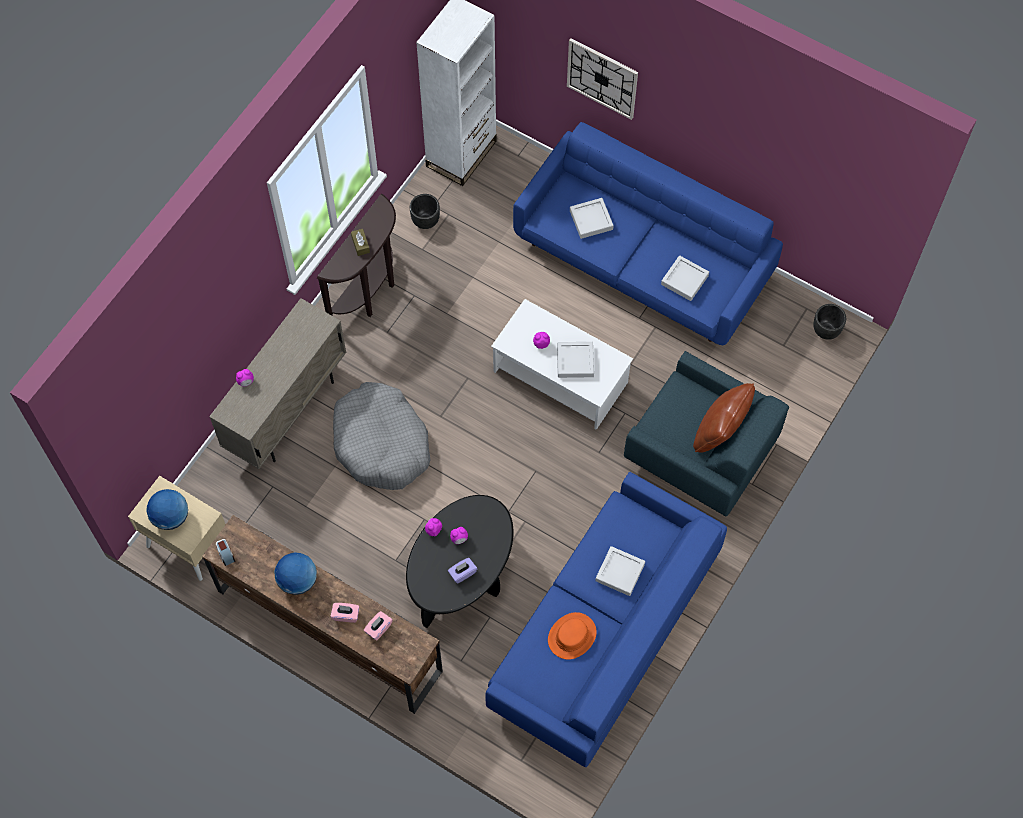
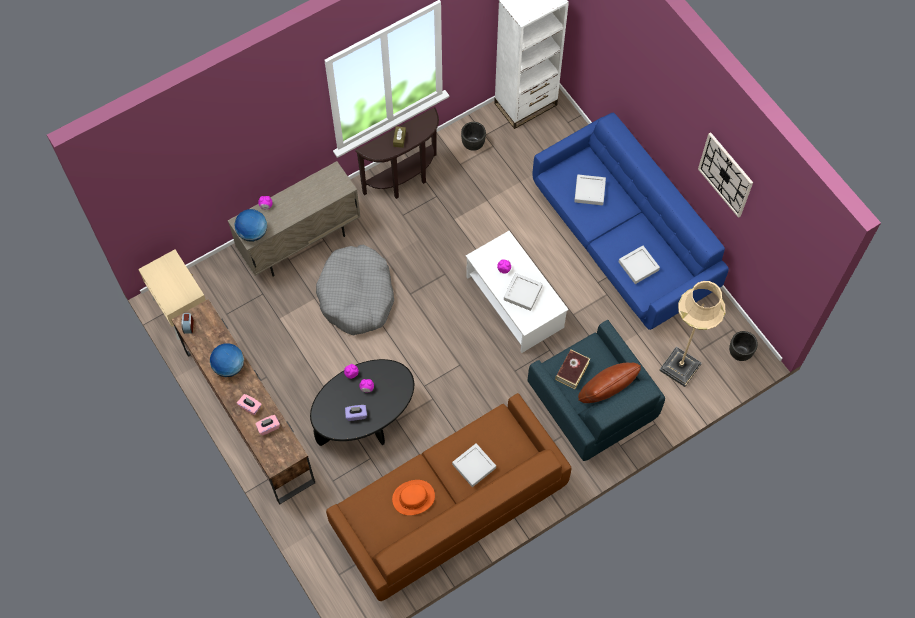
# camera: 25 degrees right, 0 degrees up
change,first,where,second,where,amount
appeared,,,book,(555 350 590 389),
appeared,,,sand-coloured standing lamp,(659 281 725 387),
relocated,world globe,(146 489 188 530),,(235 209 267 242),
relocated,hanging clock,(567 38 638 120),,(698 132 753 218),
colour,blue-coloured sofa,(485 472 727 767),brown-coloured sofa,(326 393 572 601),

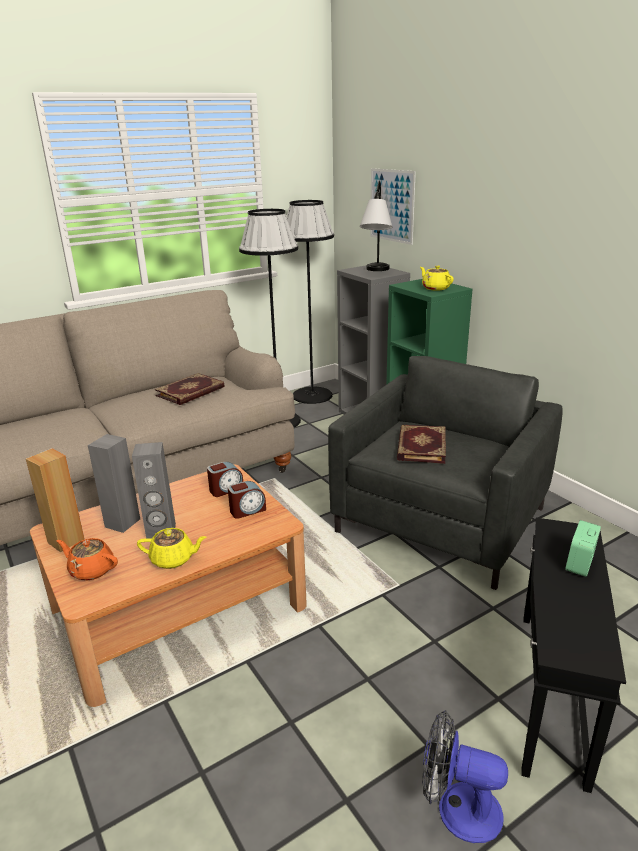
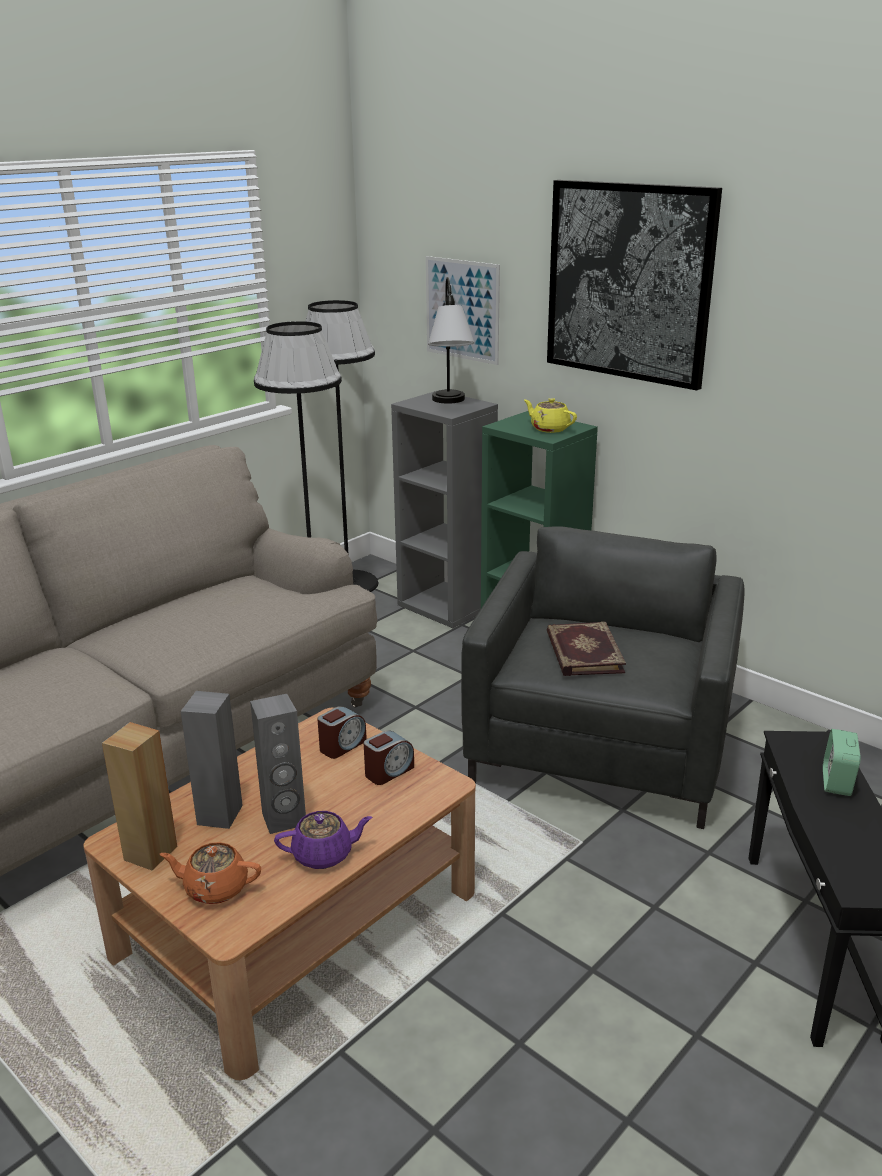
# camera: 15 degrees left, 0 degrees up
change,first,where,second,where,amount
missing,book,(155 373 225 405),,,
missing,electric fan,(422 710 508 843),,,
appeared,,,wall art,(547 180 722 391),
colour,yellow-coloured tea pot,(137 528 206 569),purple tea pot,(274 811 372 869),

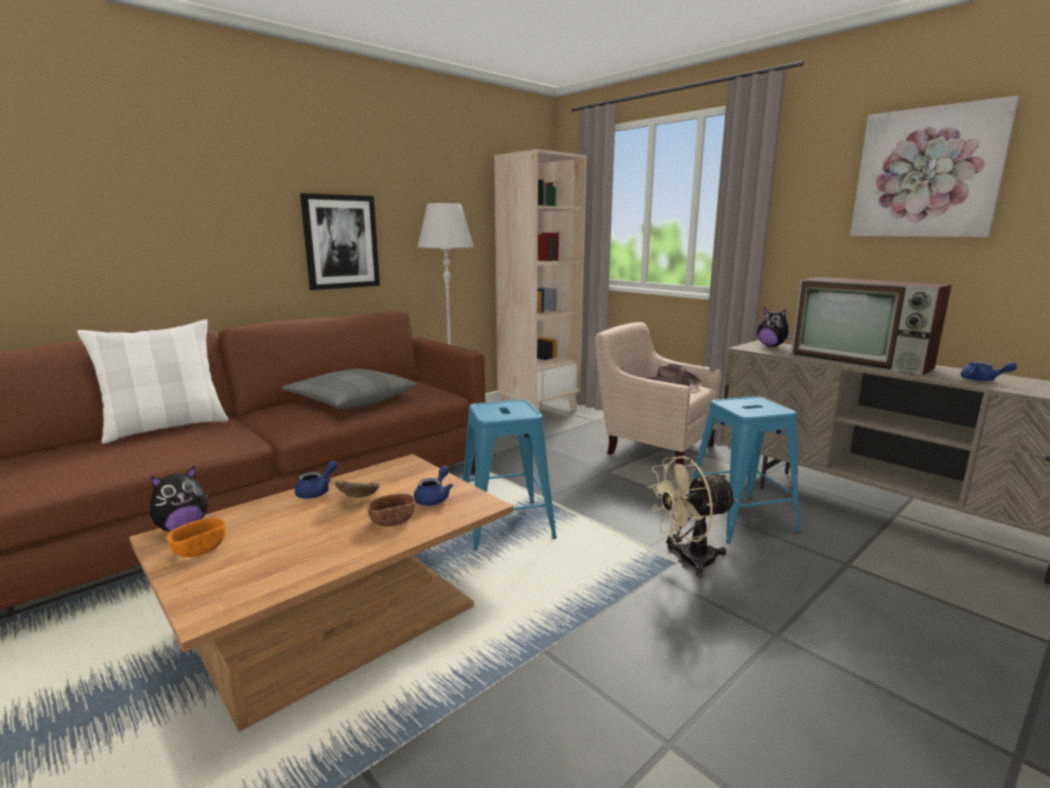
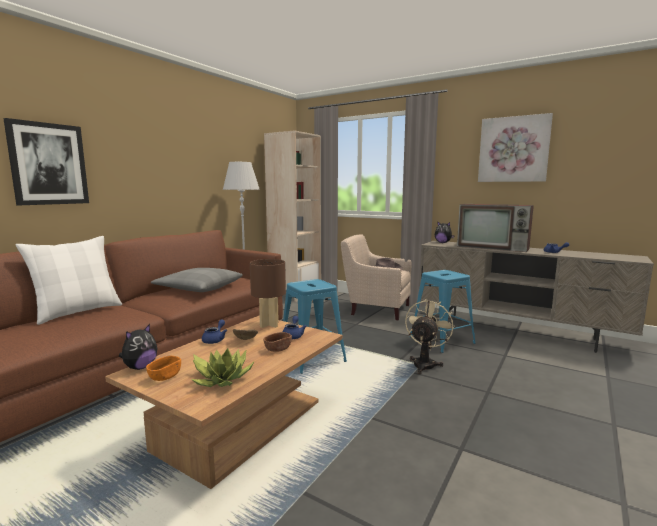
# camera: 15 degrees left, 5 degrees down
change,first,where,second,where,amount
appeared,,,plant in a pot,(191 349 255 387),
appeared,,,brown-coloured tabletop lamp,(250 259 286 328),
relocated,wall art,(300 193 380 290),,(3 118 89 205),
spun,sand-coloured electric fan,(648 456 737 577),,(405 299 455 374),150 degrees clockwise

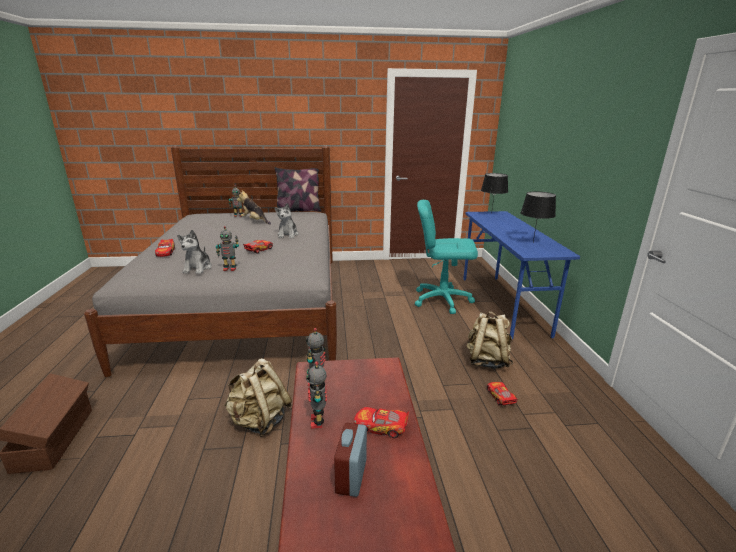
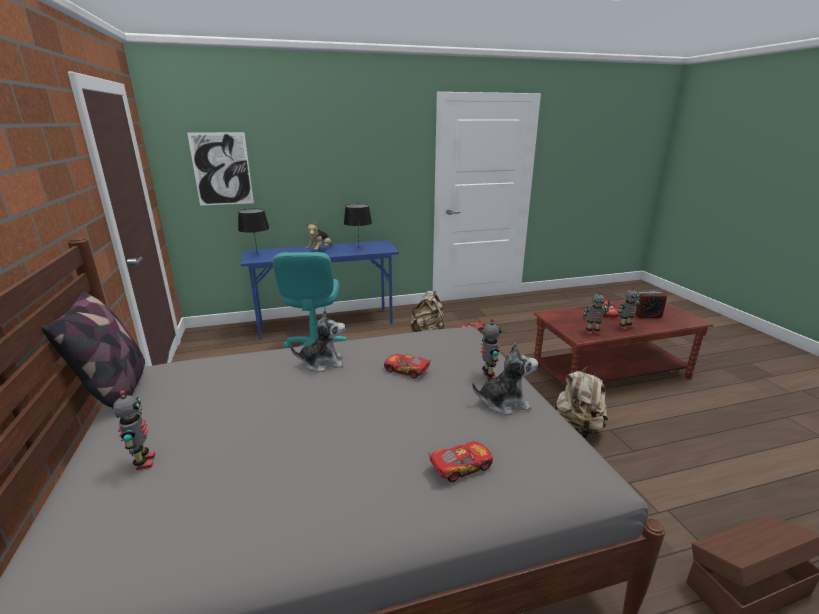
# camera: 100 degrees left, 0 degrees up
change,first,where,second,where,amount
appeared,,,wall art,(187 132 254 206),
relocated,soft toy,(237 191 271 225),,(306 222 332 251),

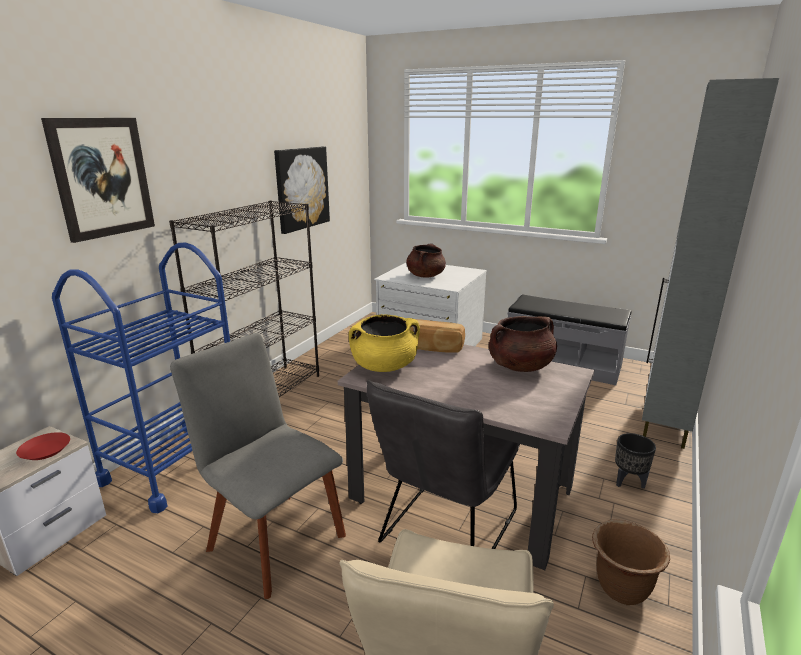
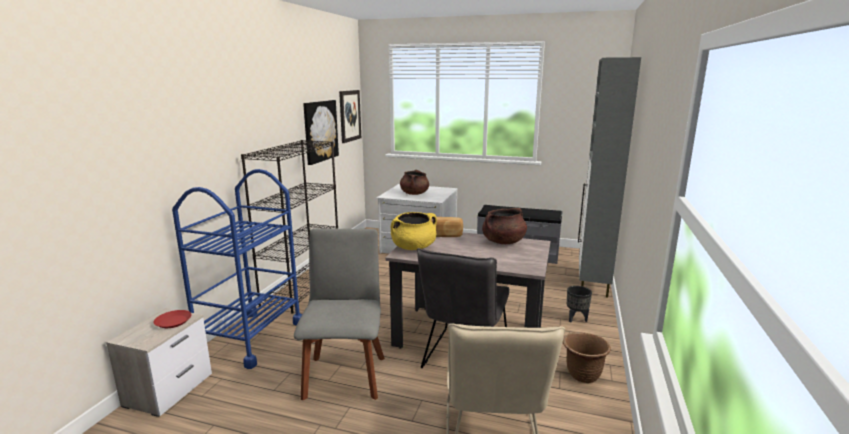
# camera: 10 degrees left, 5 degrees down
change,first,where,second,where,amount
relocated,wall art,(41 118 155 243),,(339 90 361 143),
spun,grey chair,(170 333 346 599),,(294 228 385 400),60 degrees clockwise

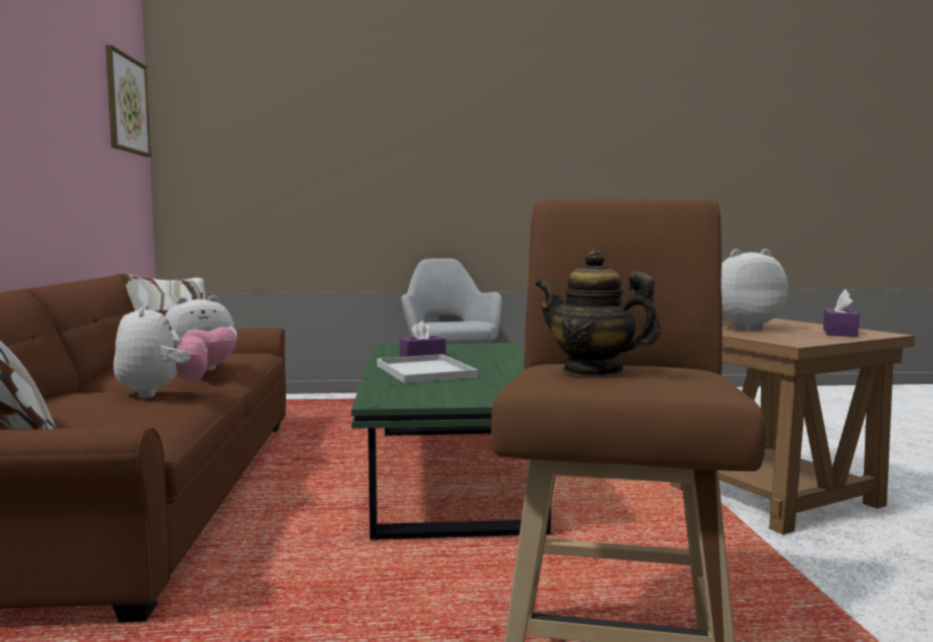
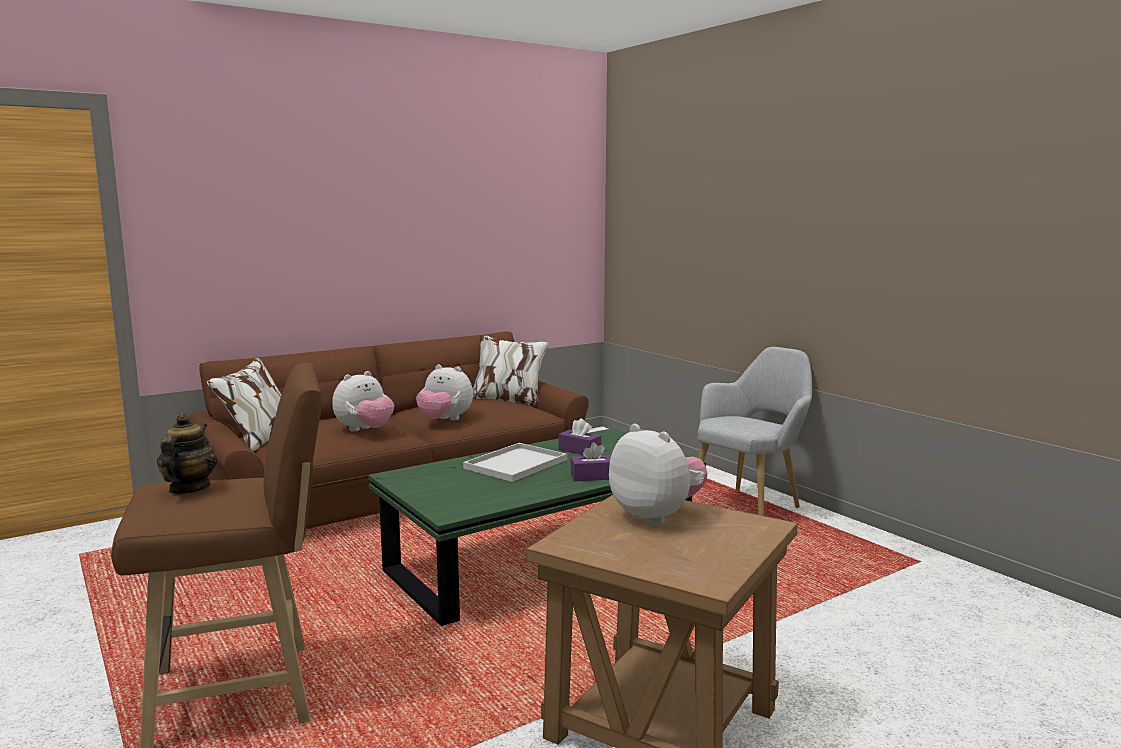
# camera: 60 degrees right, 5 degrees up
change,first,where,second,where,amount
missing,wall art,(105 45 152 157),,,
relocated,purple tissue holder,(823 290 859 337),,(570 442 611 481),

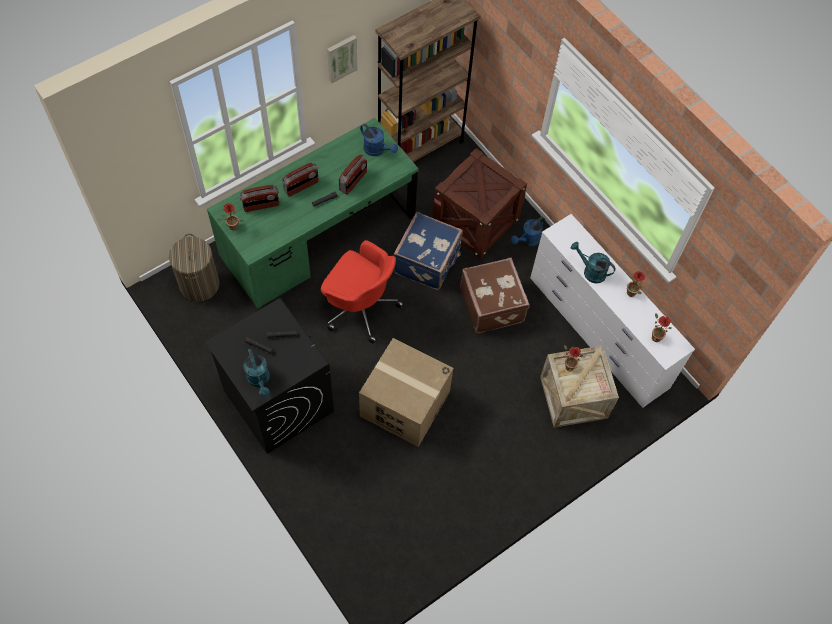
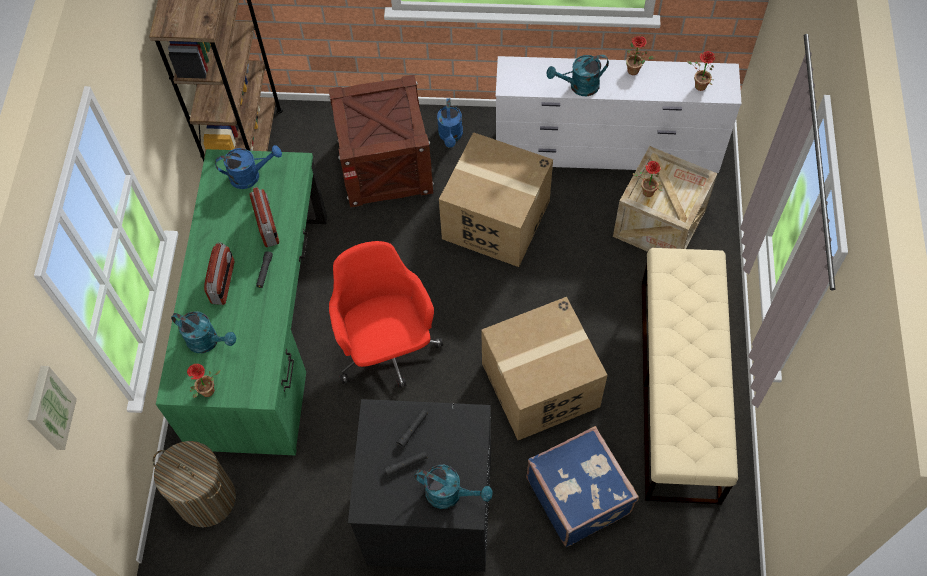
# camera: 45 degrees left, 0 degrees up
change,first,where,second,where,amount
appeared,,,sand-coloured indoor bench,(642 248 738 505),
relocated,wall art,(327 35 358 84),,(27 366 77 450),
relocated,blue-coloured suitcase,(394 212 463 290),,(526 426 639 547),
exchanged,radio,(240 185 279 212),blue-green watering can,(171 311 236 353),
exchanged,brown-coloured suitcase,(460 258 530 333),carton,(439 132 553 267),
spun,red desk chair,(321 240 404 343),,(329 241 443 388),90 degrees counterclockwise

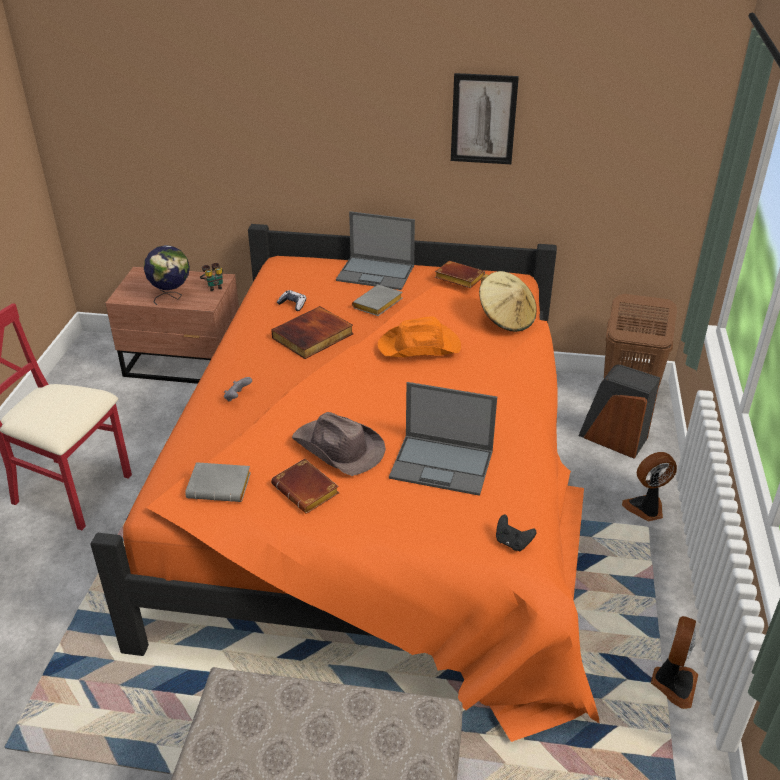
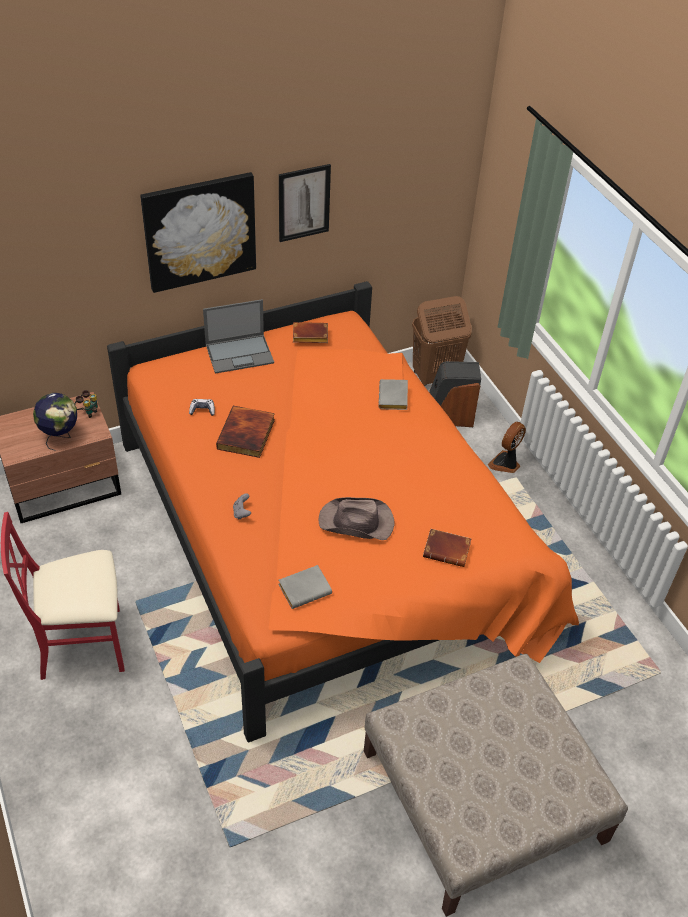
# camera: 35 degrees left, 10 degrees up
change,first,where,second,where,amount
missing,orange hat,(377 316 461 357),,,
missing,portable computer,(389 382 497 496),,,
missing,sand-coloured hat,(479 271 537 332),,,
missing,black game controller,(496 515 537 551),,,
missing,electric fan,(651 616 698 709),,,
appeared,,,wall art,(140 172 256 293),
relocated,brown-coloured book,(271 458 339 514),,(423 529 472 567),
relocated,grey book,(352 285 403 316),,(379 379 408 410),

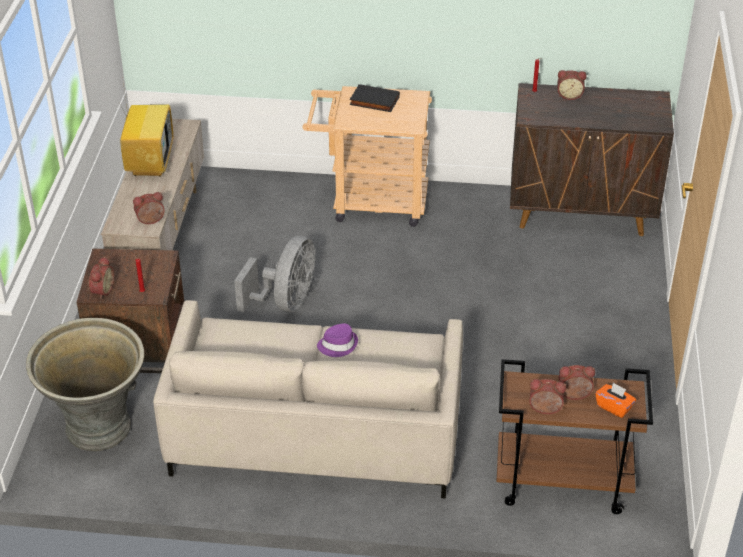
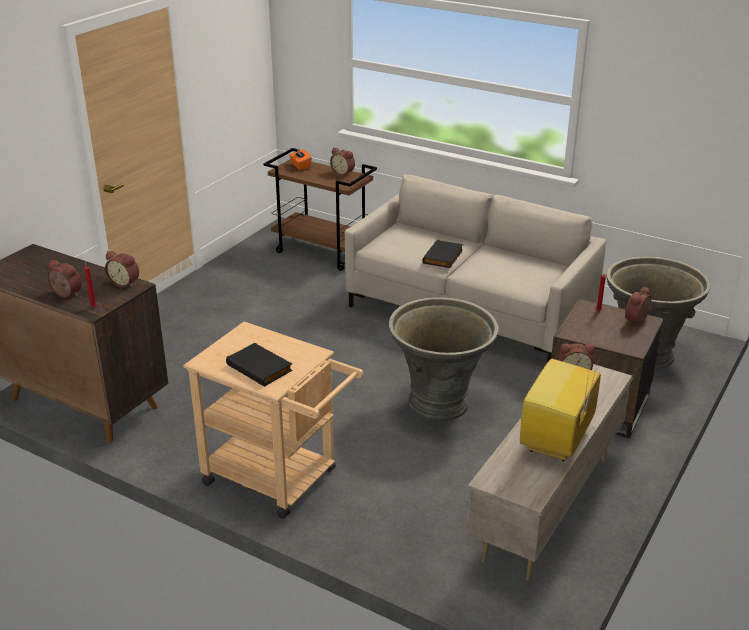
# camera: 155 degrees left, 10 degrees down
change,first,where,second,where,amount
relocated,table clock,(558 365 595 400),,(105 251 139 288),
exchanged,grey electric fan,(234 236 315 312),grey flower pot,(389 297 499 421),
exchanged,purple hat,(317 323 358 357),black book,(423 240 463 268),

